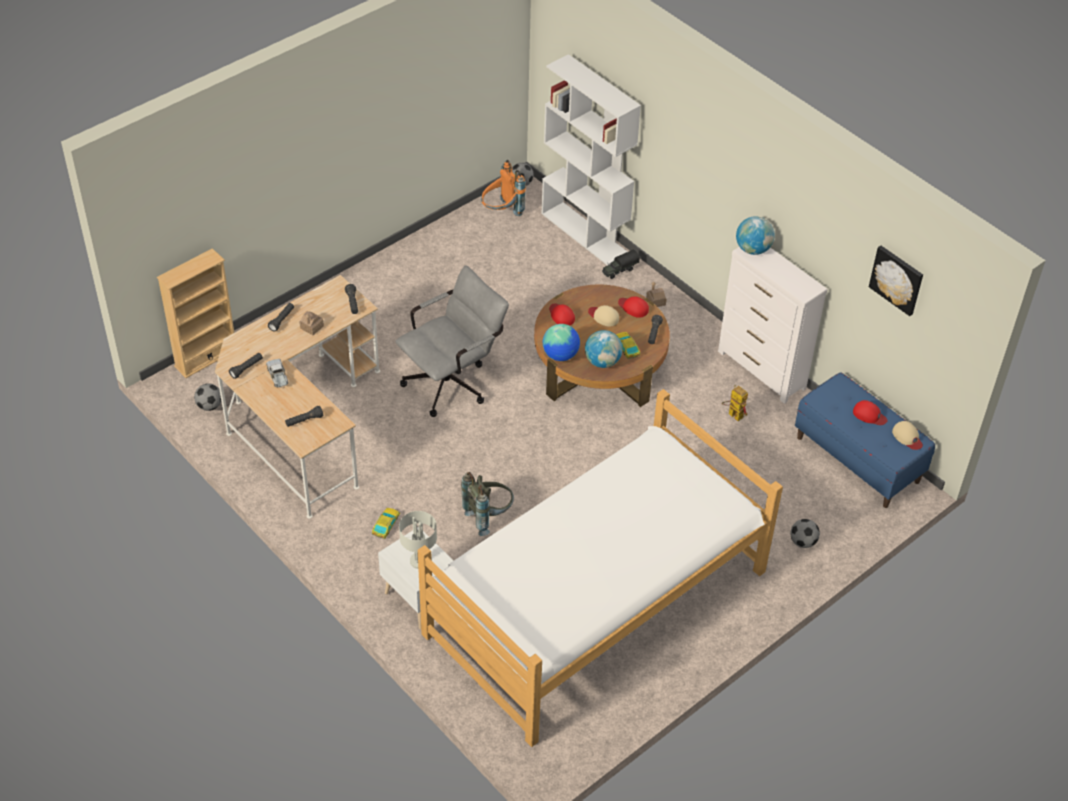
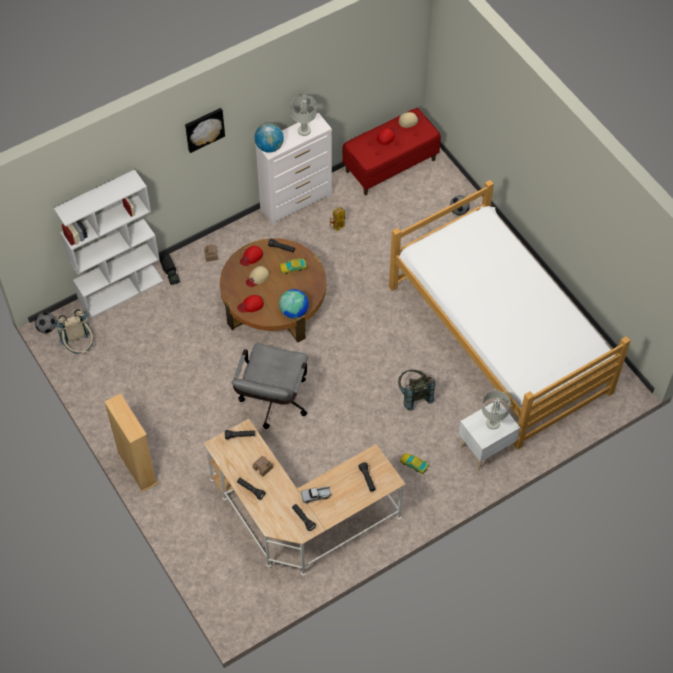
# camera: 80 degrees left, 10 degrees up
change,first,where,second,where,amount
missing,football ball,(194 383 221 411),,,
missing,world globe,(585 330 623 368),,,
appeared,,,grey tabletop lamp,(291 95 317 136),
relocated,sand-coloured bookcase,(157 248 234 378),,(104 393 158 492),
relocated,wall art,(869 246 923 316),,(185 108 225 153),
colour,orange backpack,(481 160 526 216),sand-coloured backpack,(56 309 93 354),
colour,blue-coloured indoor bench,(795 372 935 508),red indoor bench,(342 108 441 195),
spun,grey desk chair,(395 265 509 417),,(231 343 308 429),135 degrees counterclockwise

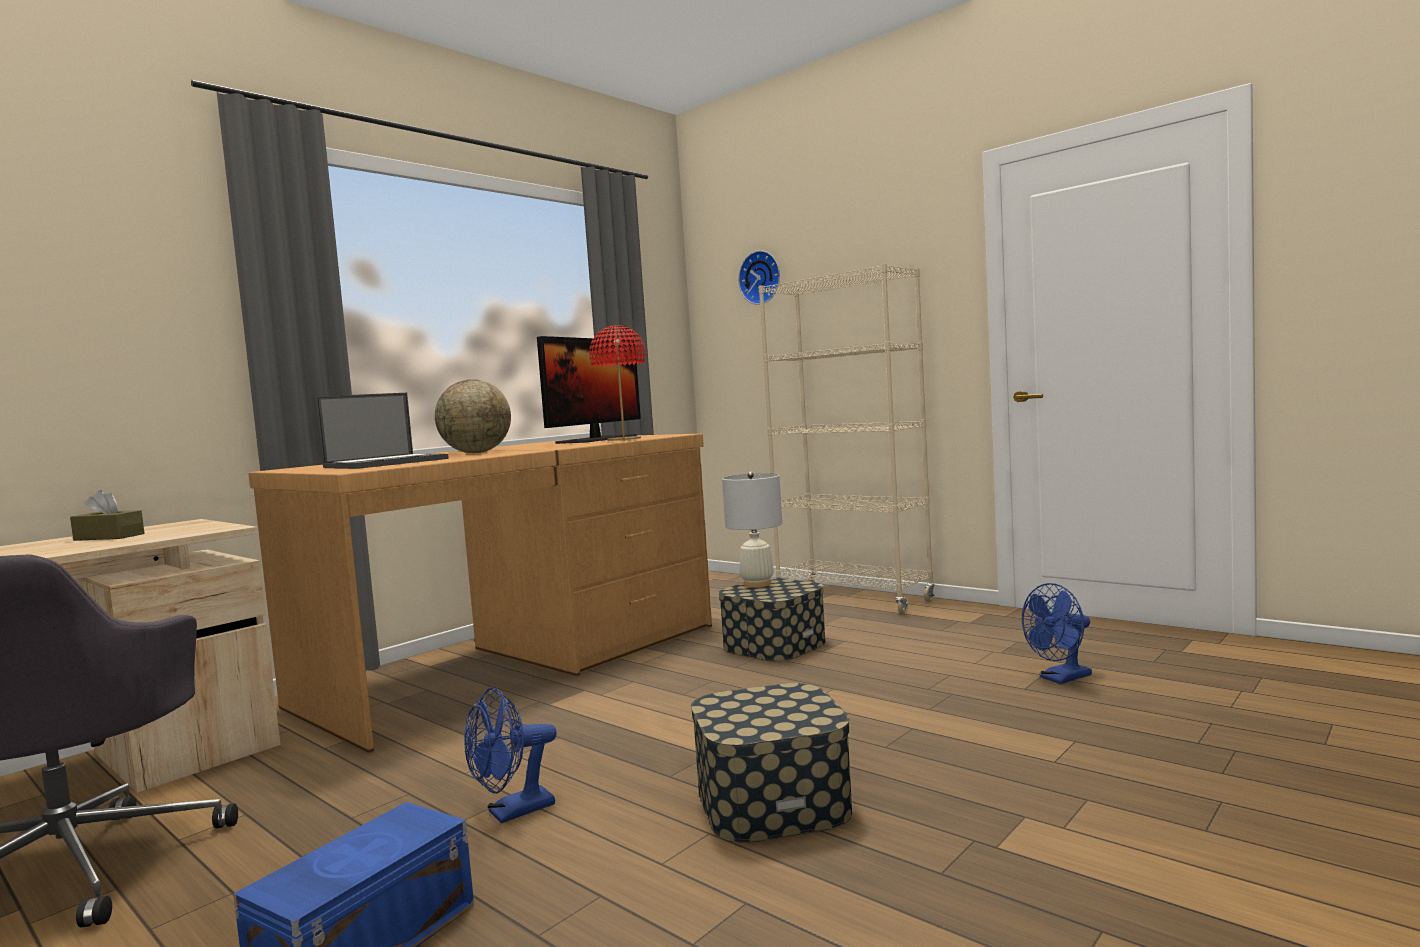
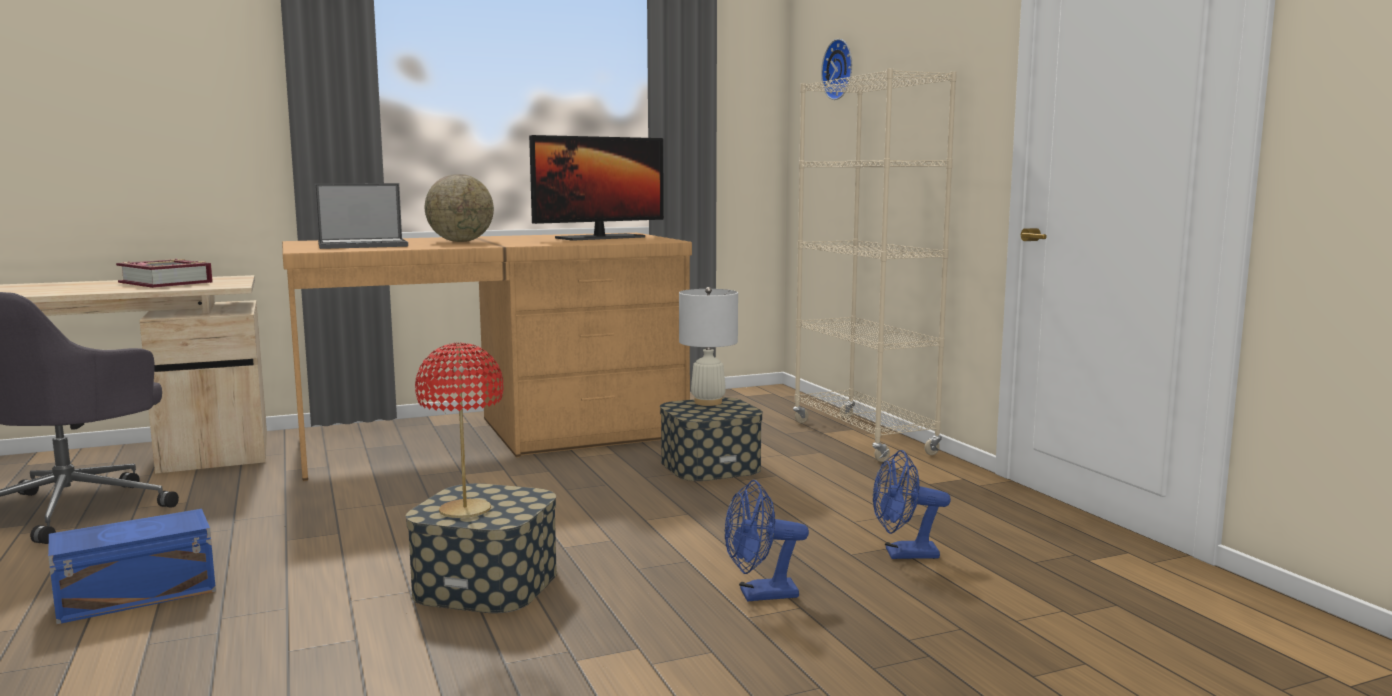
# camera: 25 degrees right, 5 degrees up
change,first,where,second,where,amount
relocated,blue-coloured electric fan,(464 688 557 823),,(725 480 809 602),
relocated,red tabletop lamp,(589 325 646 441),,(415 343 504 518),
exchanged,brown-coloured tissue holder,(70 490 144 541),book,(116 259 213 288),

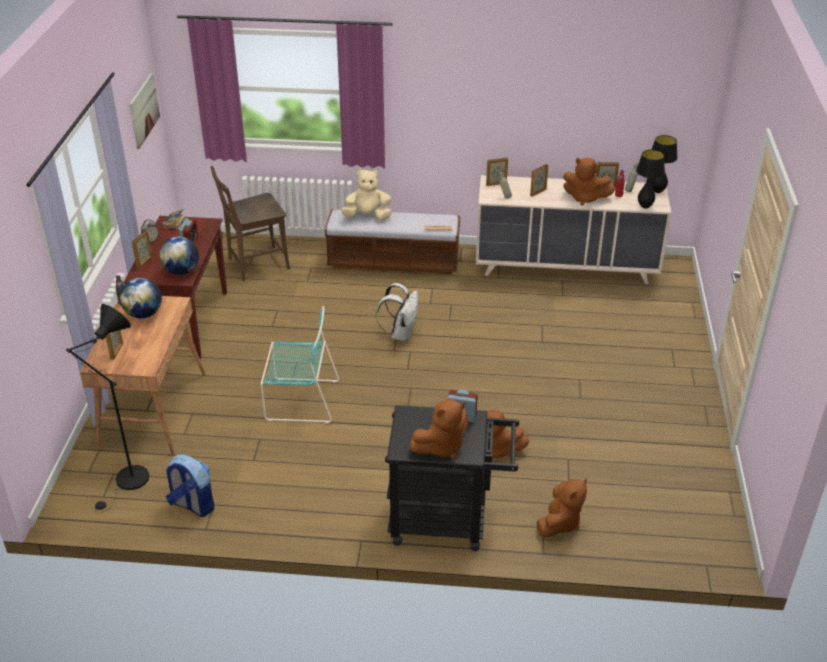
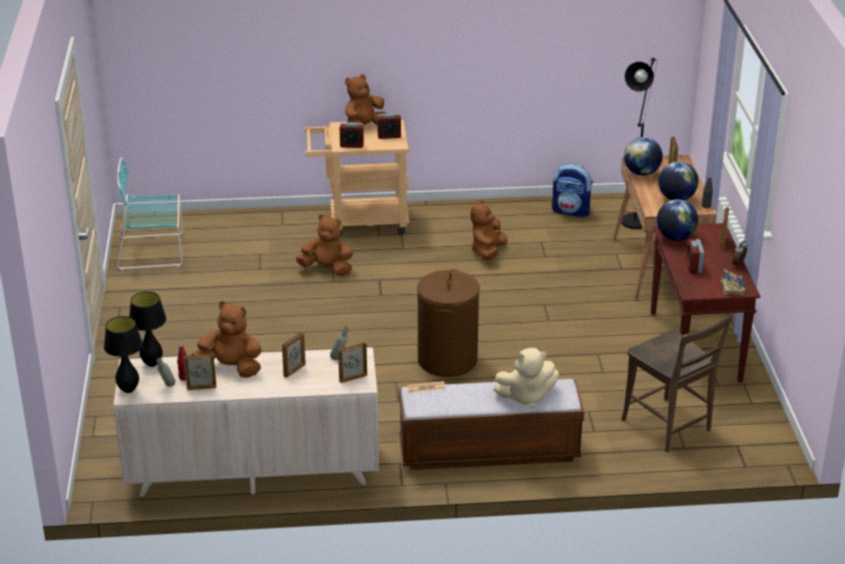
# camera: 170 degrees right, 5 degrees down
change,first,where,second,where,amount
missing,wall art,(129 73 160 149),,,
appeared,,,table clock,(377 113 401 139),
appeared,,,world globe,(624 137 663 176),
relocated,blue-green chair,(261 306 339 423),,(117 157 183 270),
relocated,brown-coloured soft toy,(537 478 587 537),,(470 200 508 260),
exchanged,white backpack,(376 283 418 342),brown-coloured washing basket,(417 269 480 377),
colour,black wheeled cart,(385 405 519 551),sand-coloured wheeled cart,(304 120 410 237),
spun,brown-coloured chair,(211 166 291 281),,(621 315 732 452),90 degrees clockwise

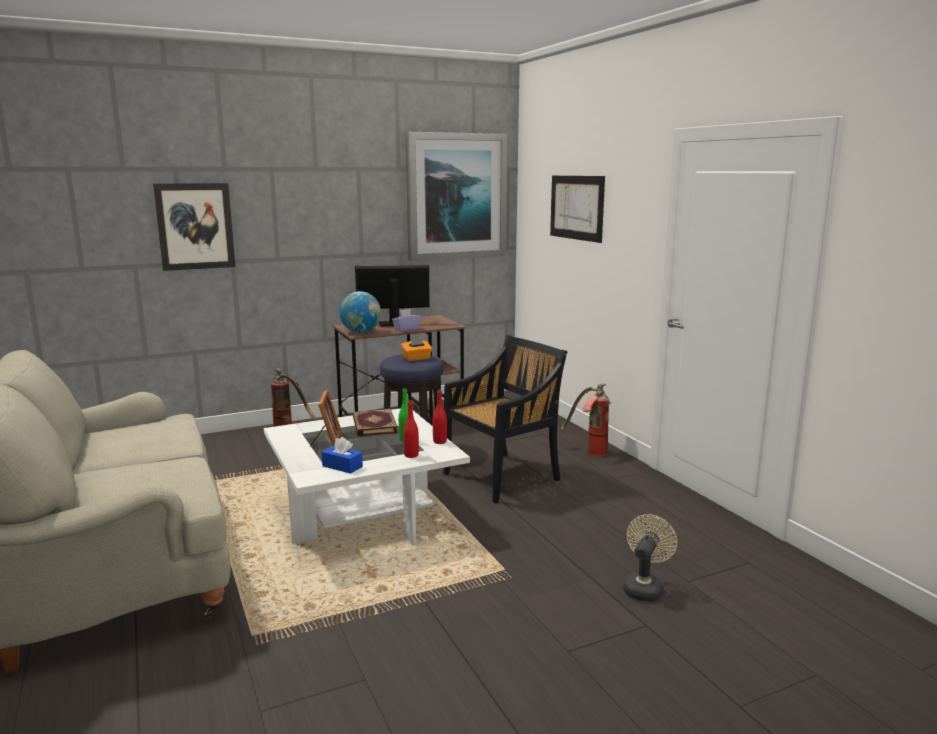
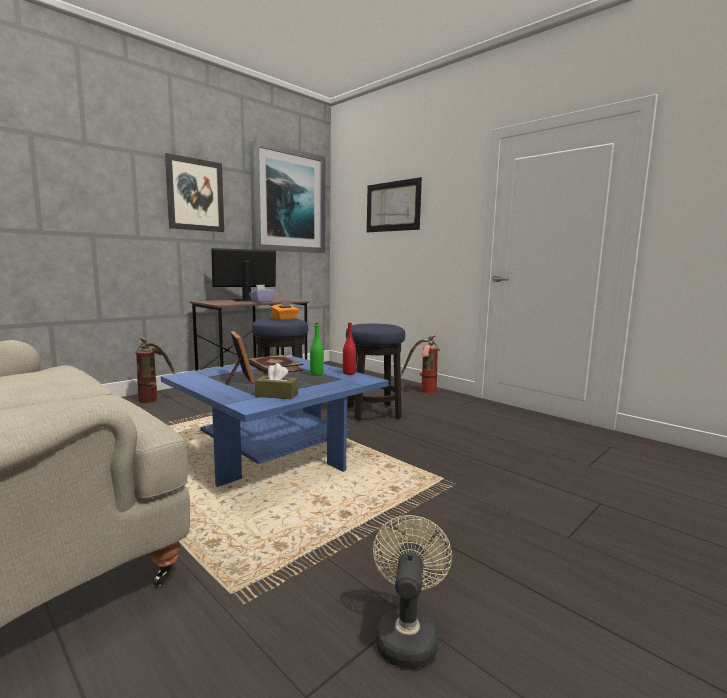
# camera: 20 degrees left, 5 degrees down
change,first,where,second,where,amount
missing,world globe,(339 291 381 333),,,
missing,red drink bottle,(403 401 419 458),,,
relocated,wall art,(153 183 235 271),,(165 153 224 232),
relocated,sand-coloured electric fan,(623 514 677 601),,(373 515 452 669),
exchanged,black chair,(443 335 568 503),stool seat,(346 324 405 421),
colour,white coffee table,(264 408 470 546),blue-coloured coffee table,(161 356 389 487),
colour,blue-coloured tissue holder,(322 437 363 474),brown-coloured tissue holder,(255 363 298 399),

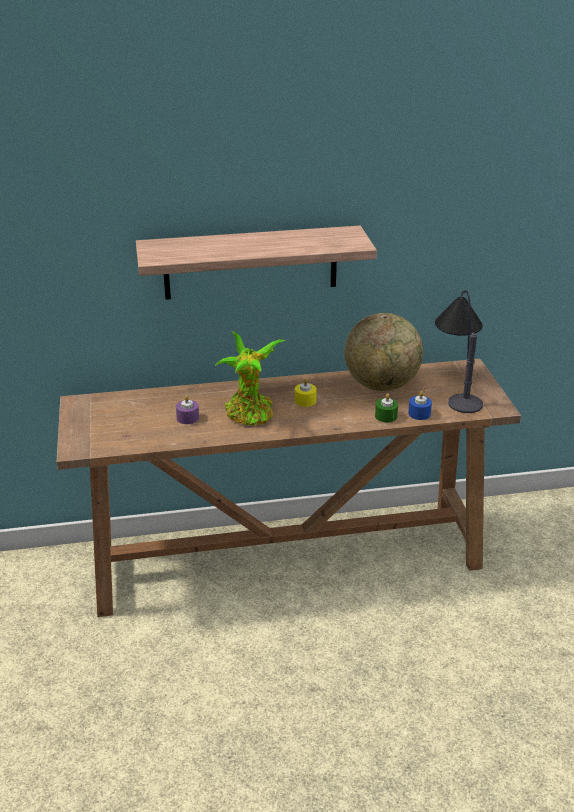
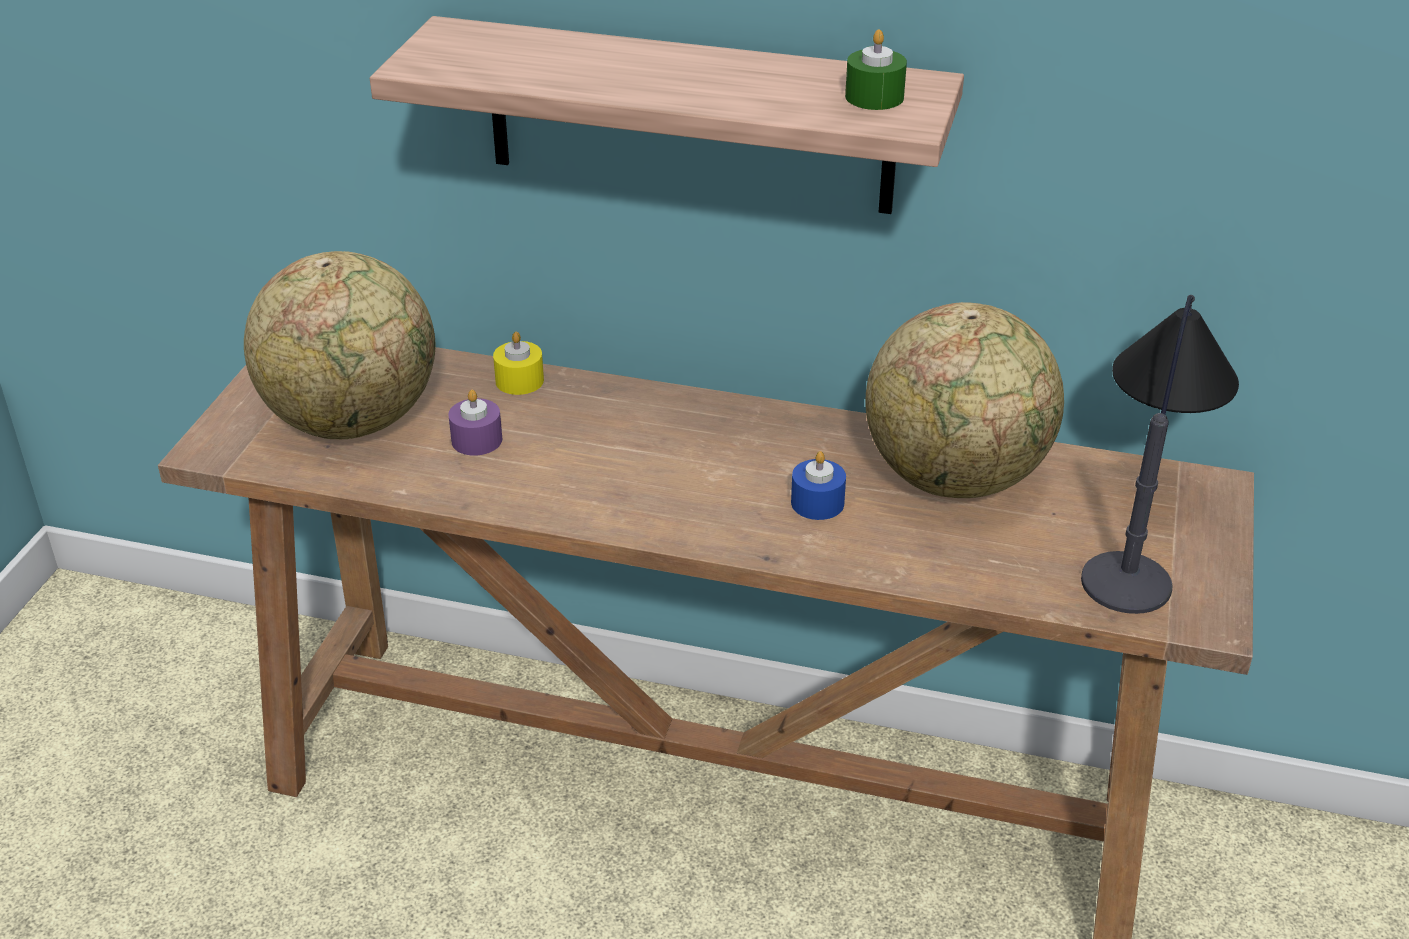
# camera: 25 degrees right, 5 degrees up
change,first,where,second,where,amount
missing,plant in a pot,(215 331 286 425),,,
appeared,,,world globe,(244 251 436 439),
relocated,yellow-coloured wax candle,(295 378 317 407),,(493 332 544 395),
relocated,greenish wax candle,(375 393 398 423),,(845 29 907 110),
relocated,blue-coloured wax candle,(408 391 432 420),,(791 451 846 520),

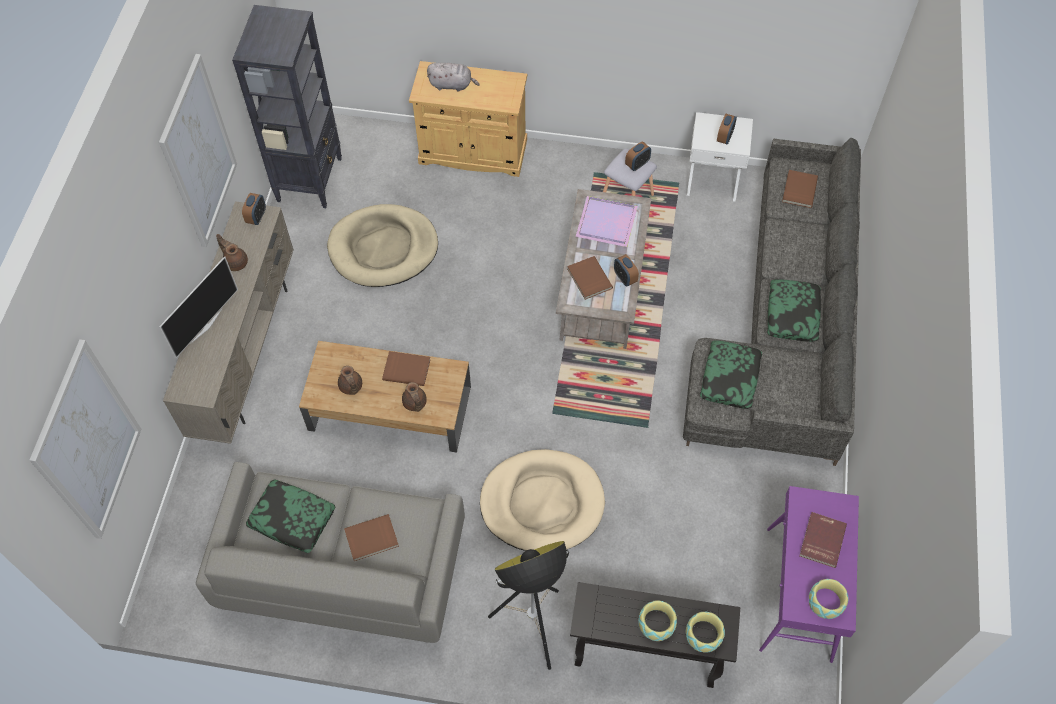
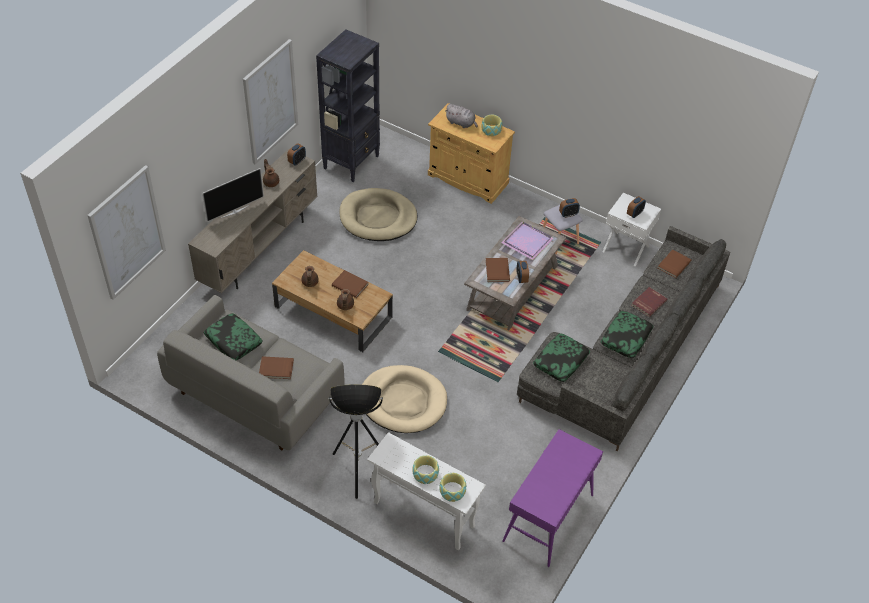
# camera: 20 degrees right, 10 degrees down
change,first,where,second,where,amount
relocated,red book,(799 512 847 568),,(631 287 668 317),
relocated,deep dish,(809 579 848 619),,(481 115 502 136),
colour,black hall table,(570 582 740 688),white hall table,(367 432 486 550),

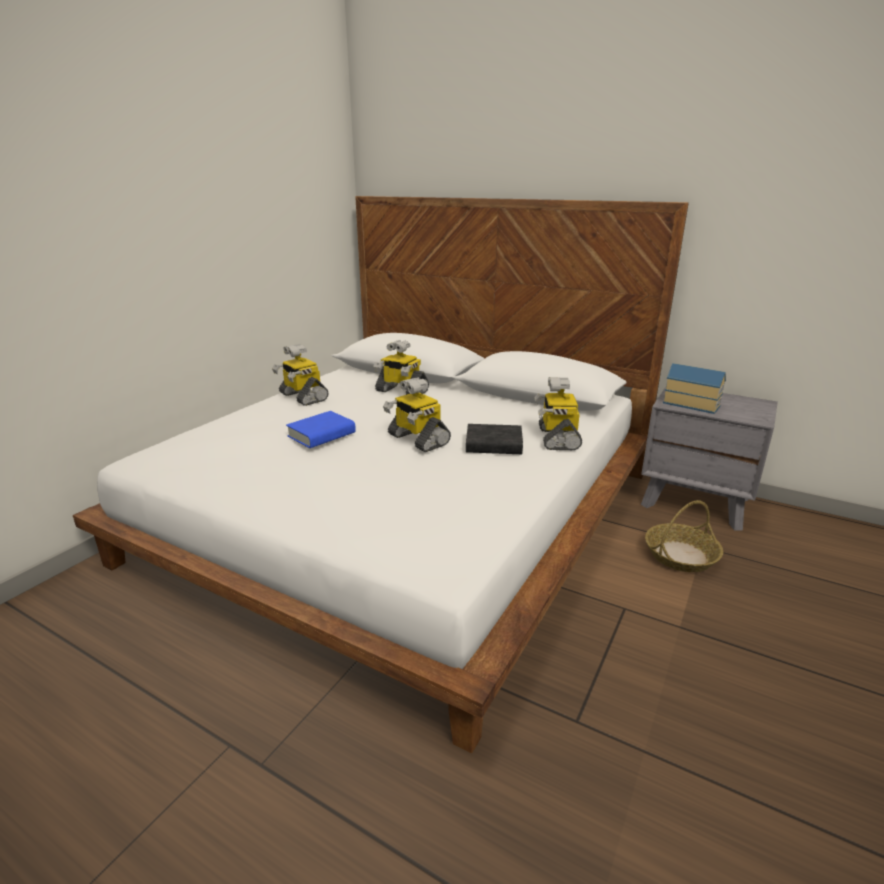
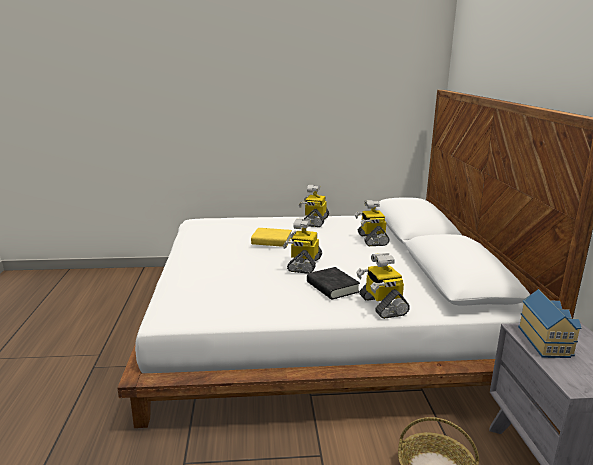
# camera: 55 degrees right, 5 degrees down
change,first,where,second,where,amount
colour,blue-coloured book,(286 411 356 448),yellow-coloured book,(251 228 292 247),
spun,robot figure,(534 377 582 451),,(357 253 410 319),75 degrees counterclockwise

